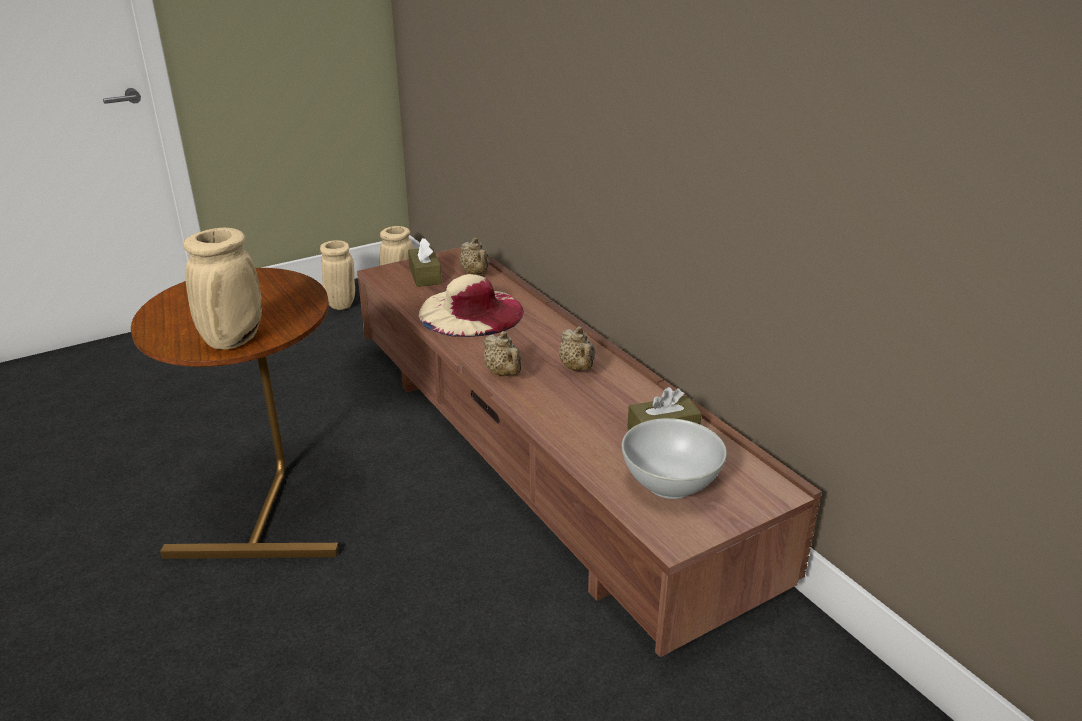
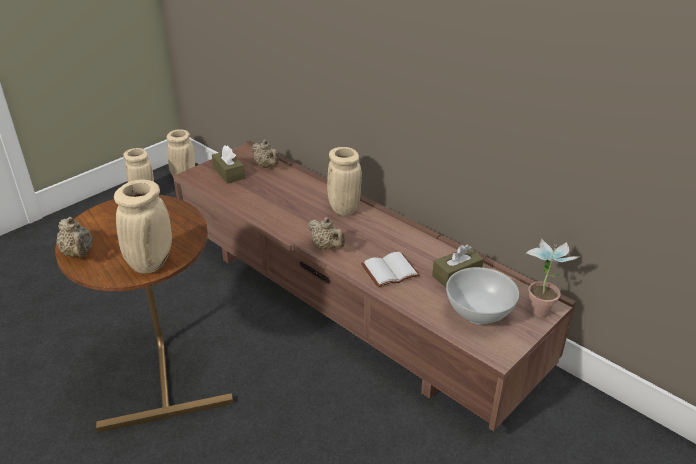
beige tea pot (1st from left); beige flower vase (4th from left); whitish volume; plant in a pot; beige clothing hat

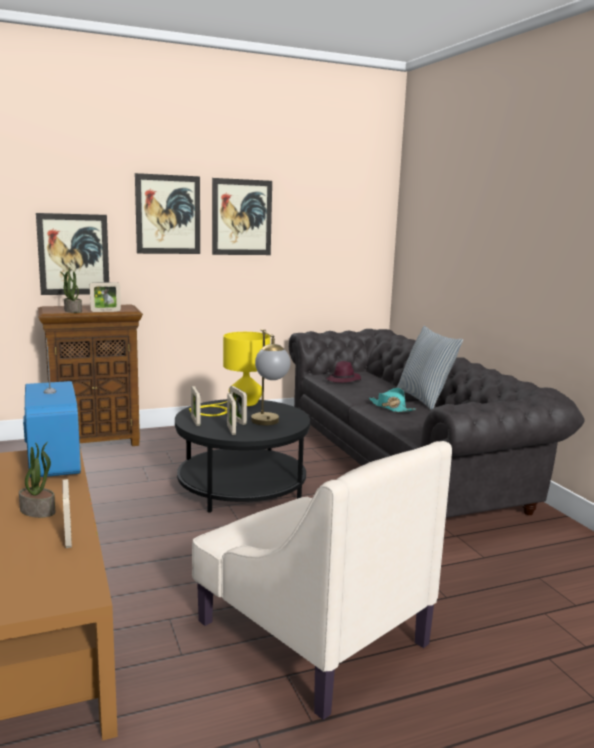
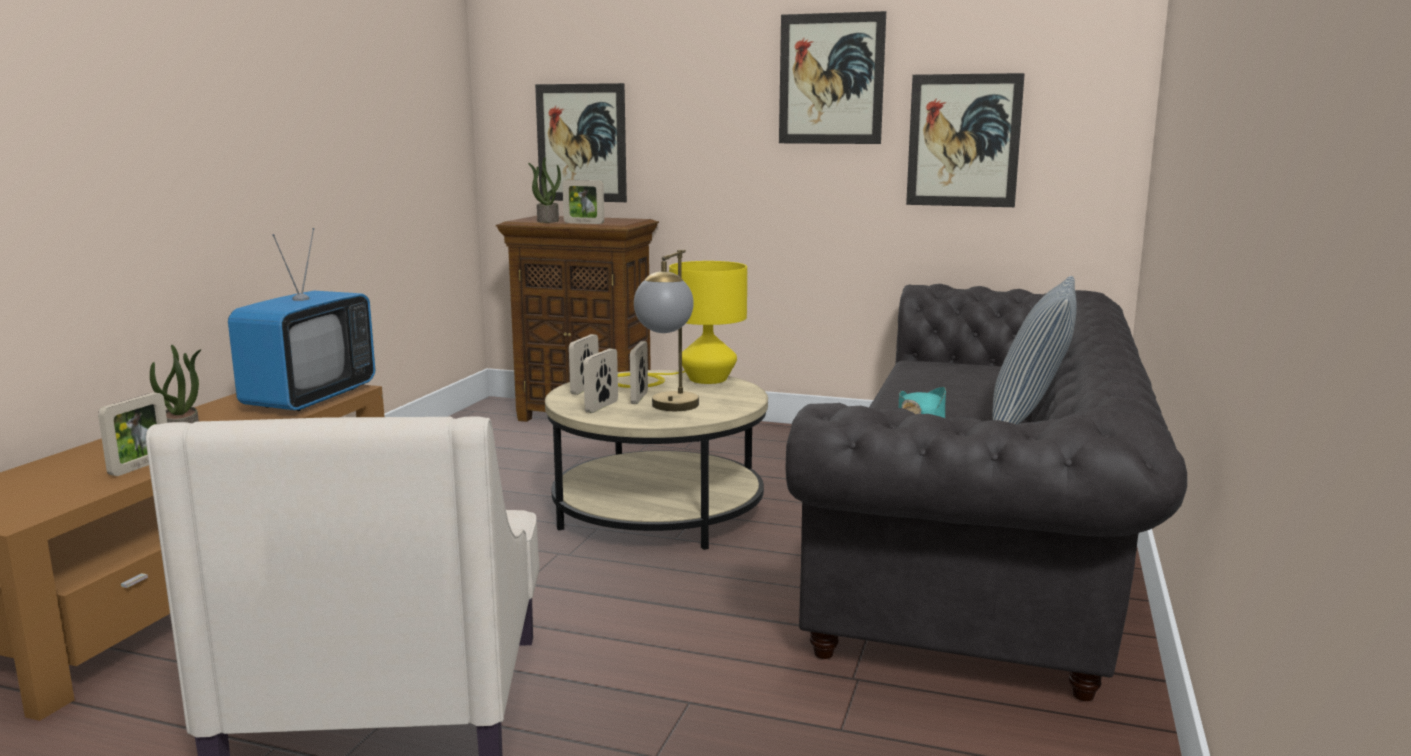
beige low table; wall art (3rd from left); purplish clothing hat

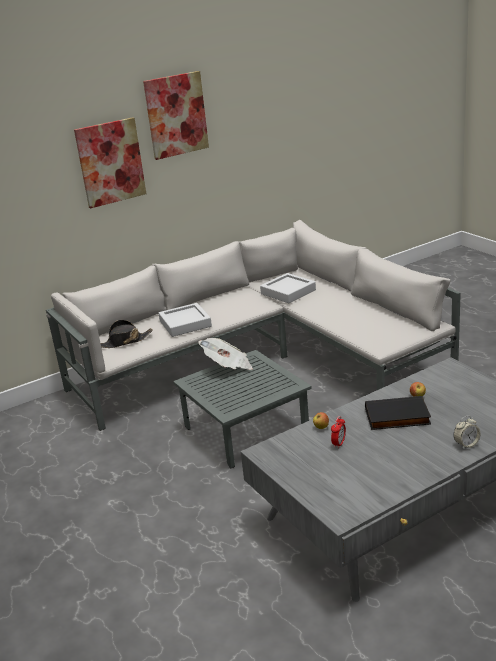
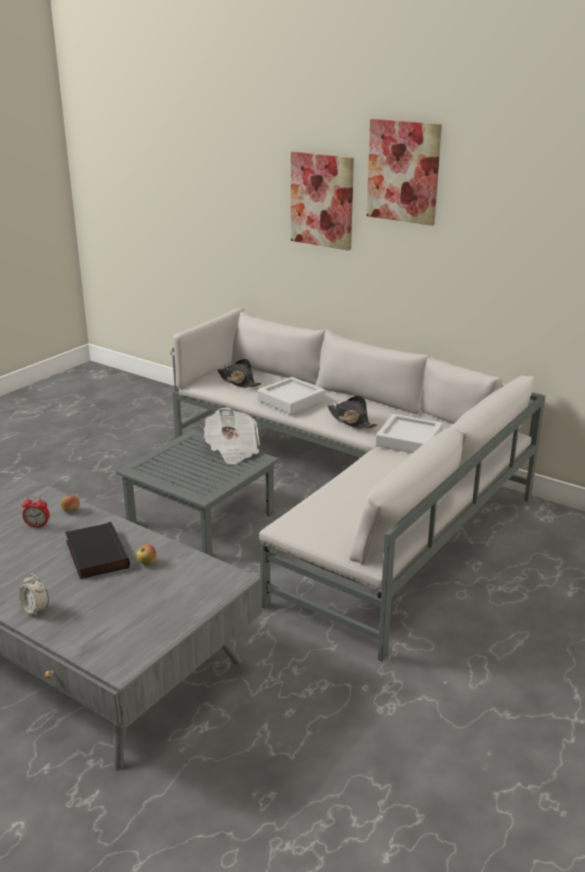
black clothing hat (2nd from left)

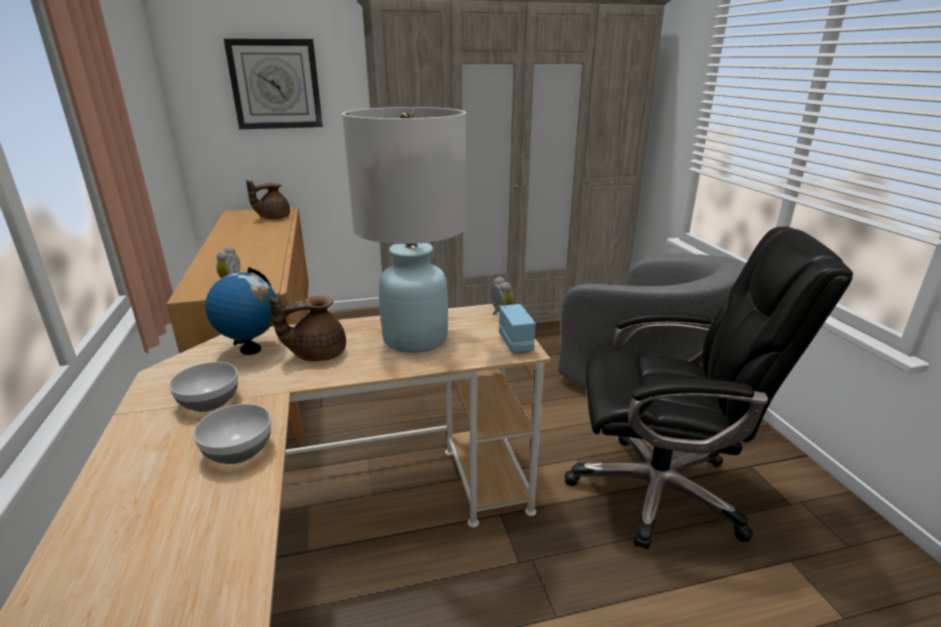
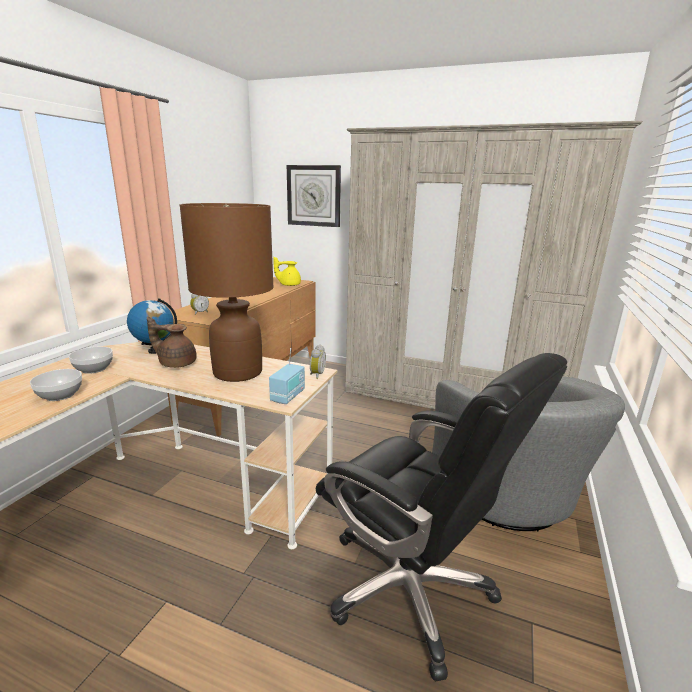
brown-coloured tabletop lamp; yellow-coloured tea pot

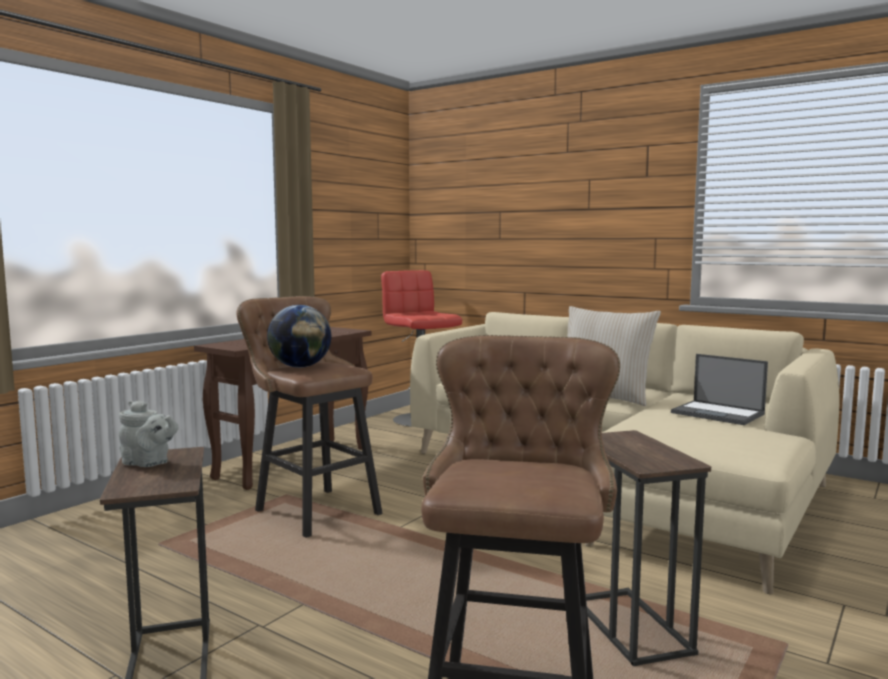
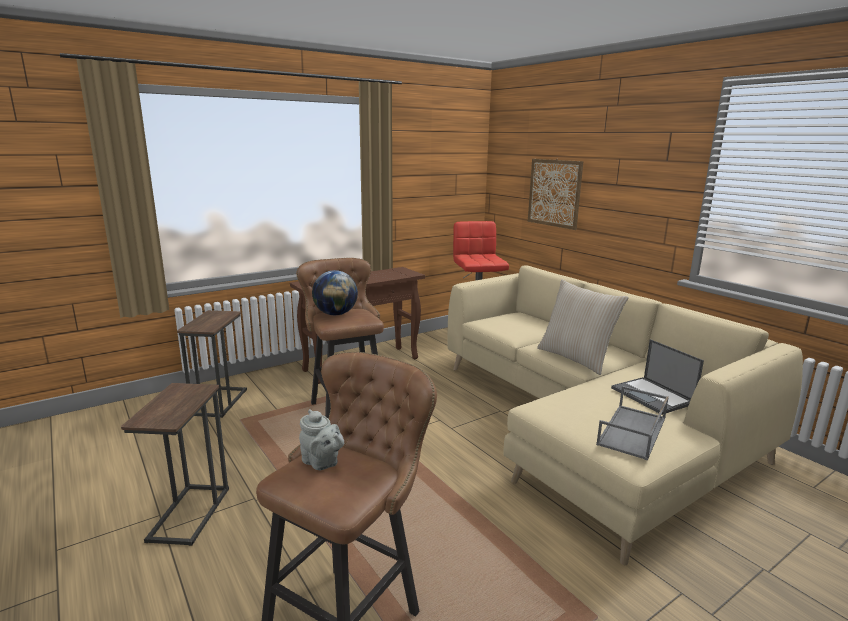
brown-coloured accent table (2nd from left); grey tea pot; wall art; grey serving tray

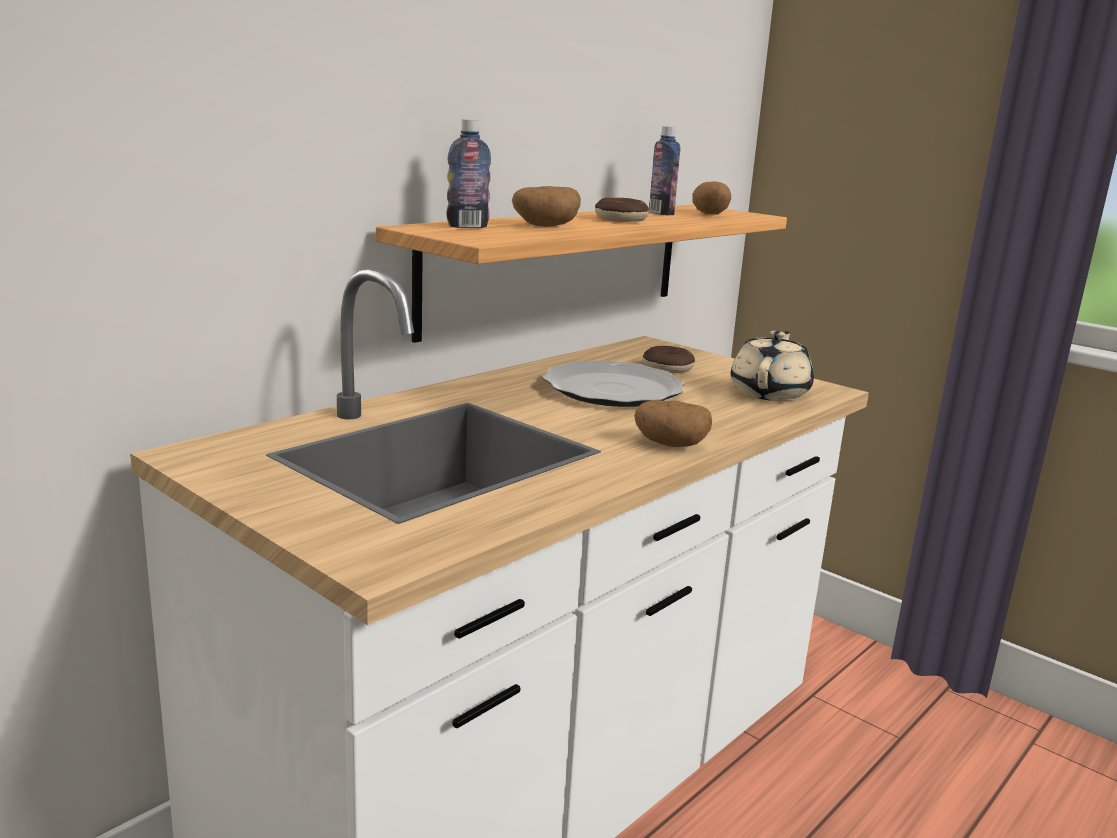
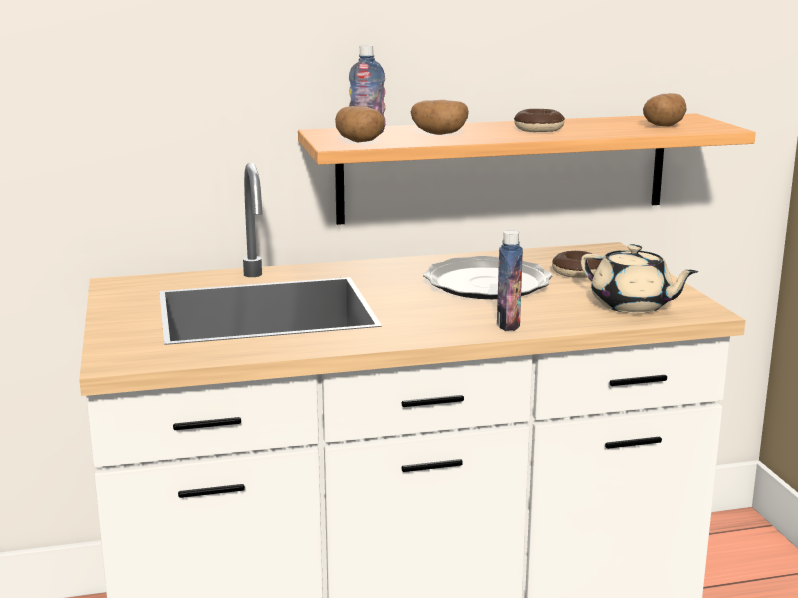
spud (1st from left); beverage bottle (2nd from left); beige tea pot

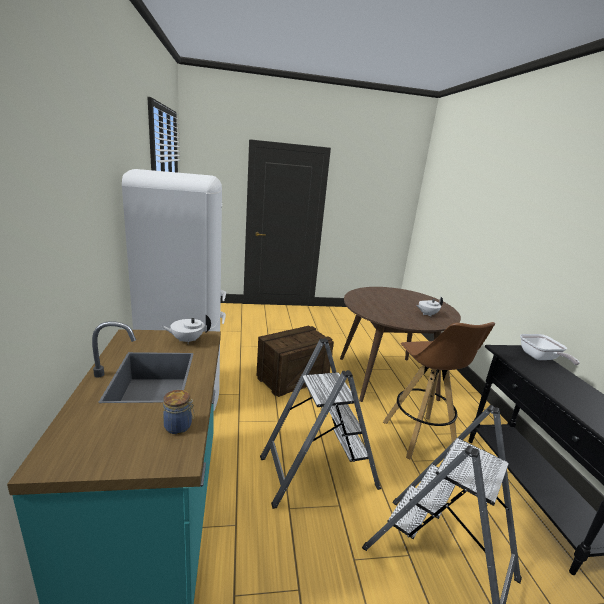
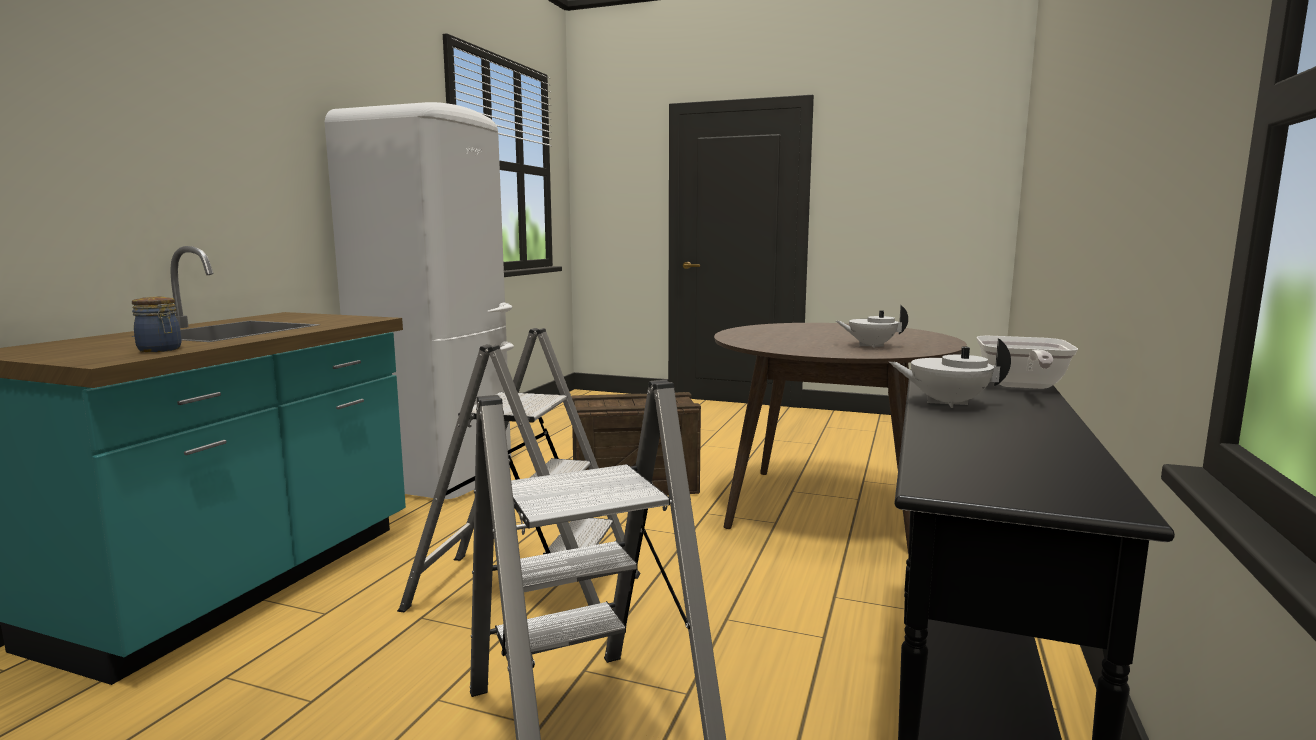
whitish tea pot (2nd from left); brown-coloured stool

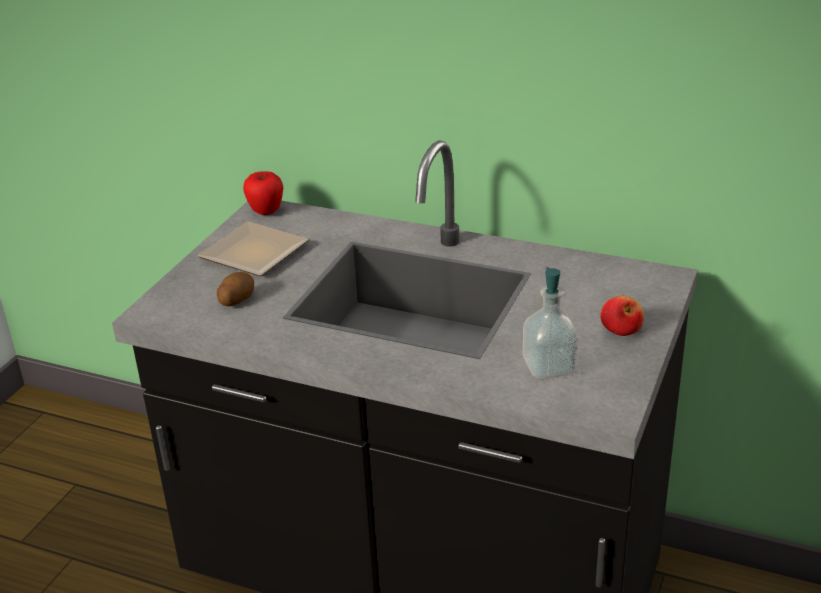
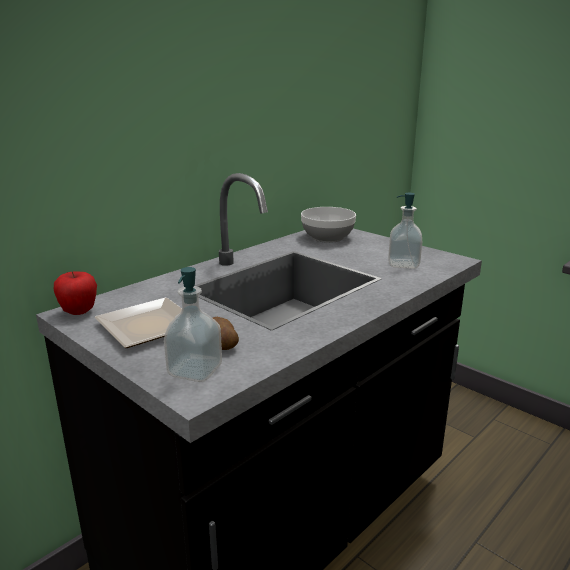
soap dispenser (1st from left); deep dish; apple fruit (2nd from left in the first image)

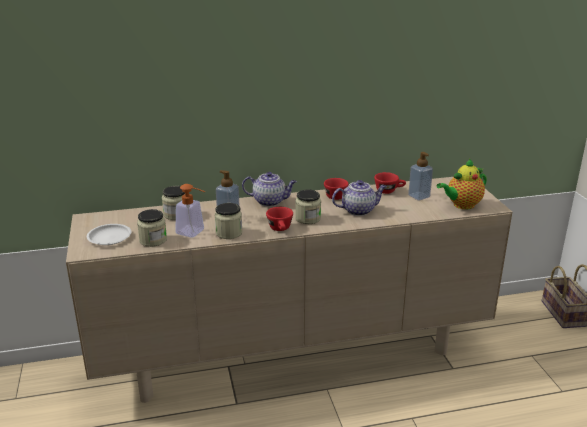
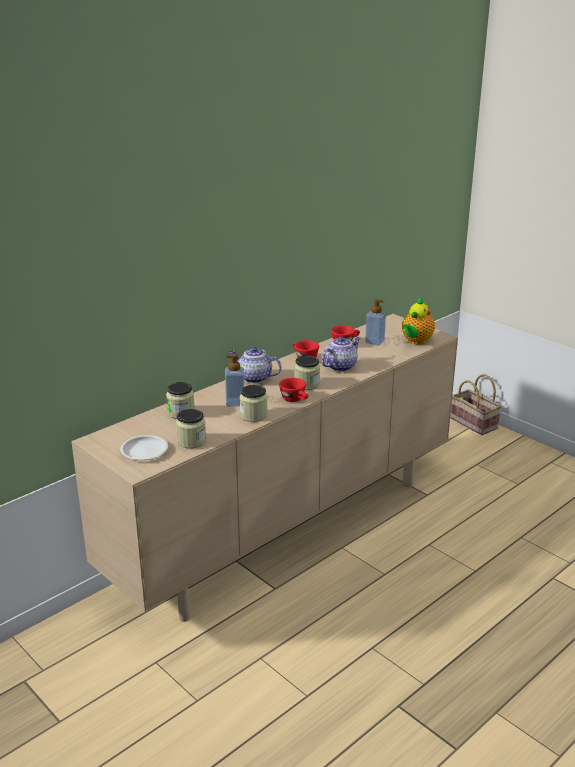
tea pot (1st from left); soap dispenser (1st from left in the first image)

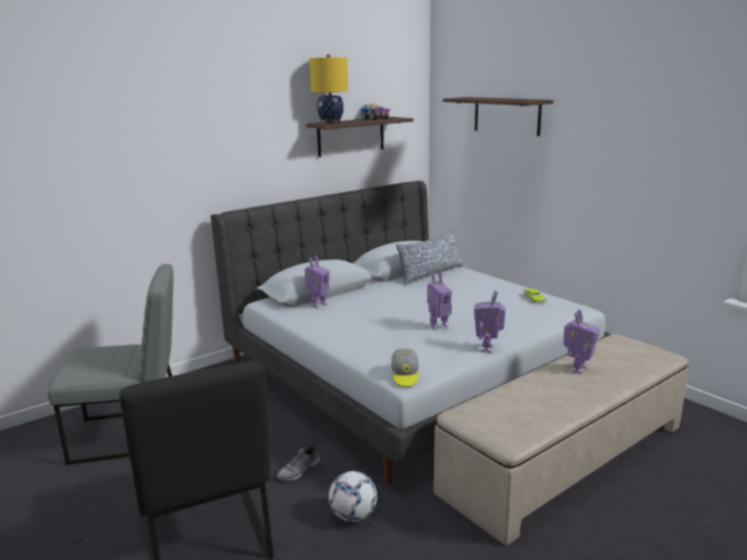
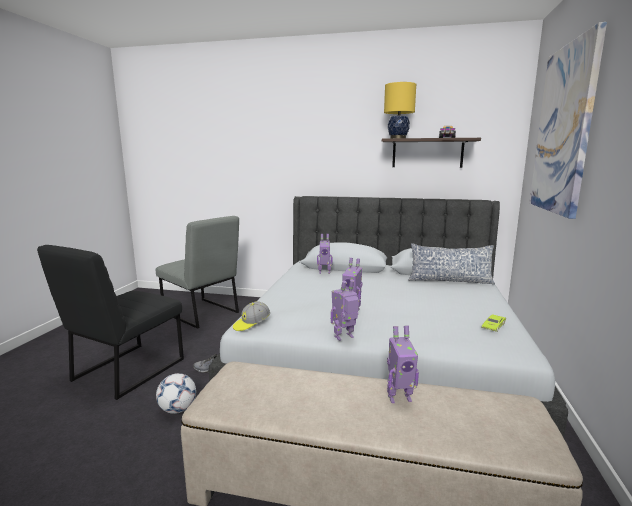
wall art

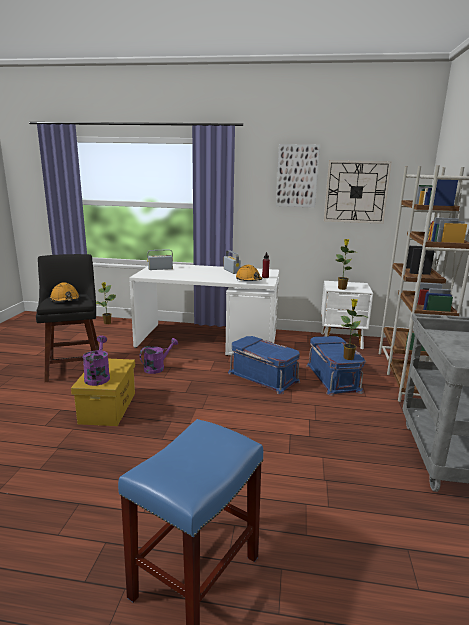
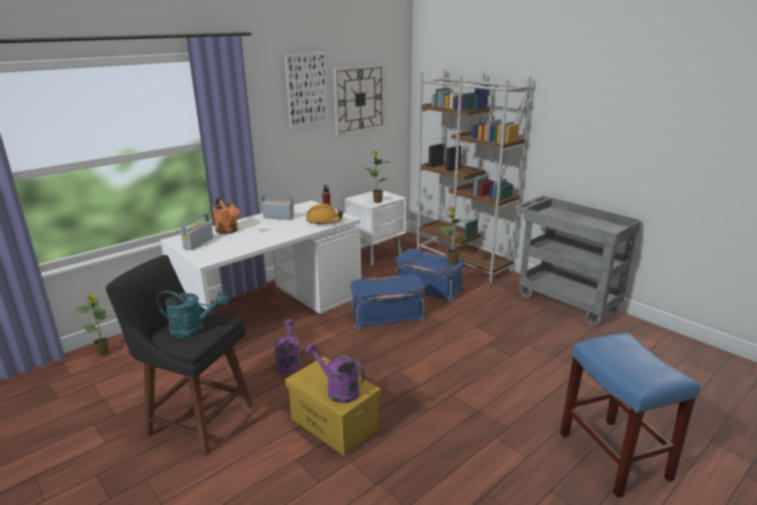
blue-green sprinkling can; orangey sprinkling can

